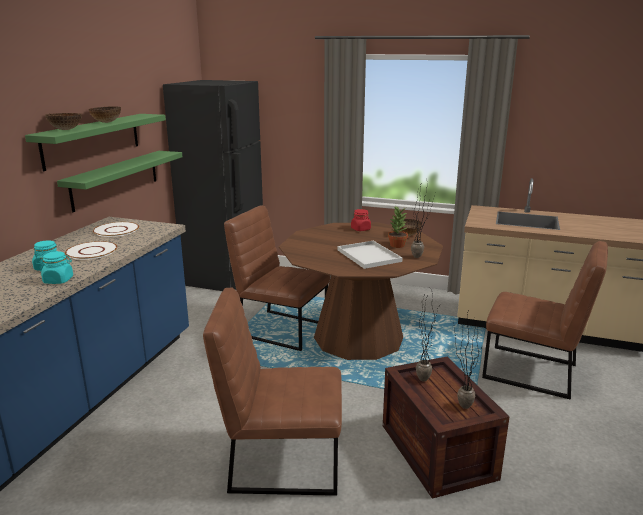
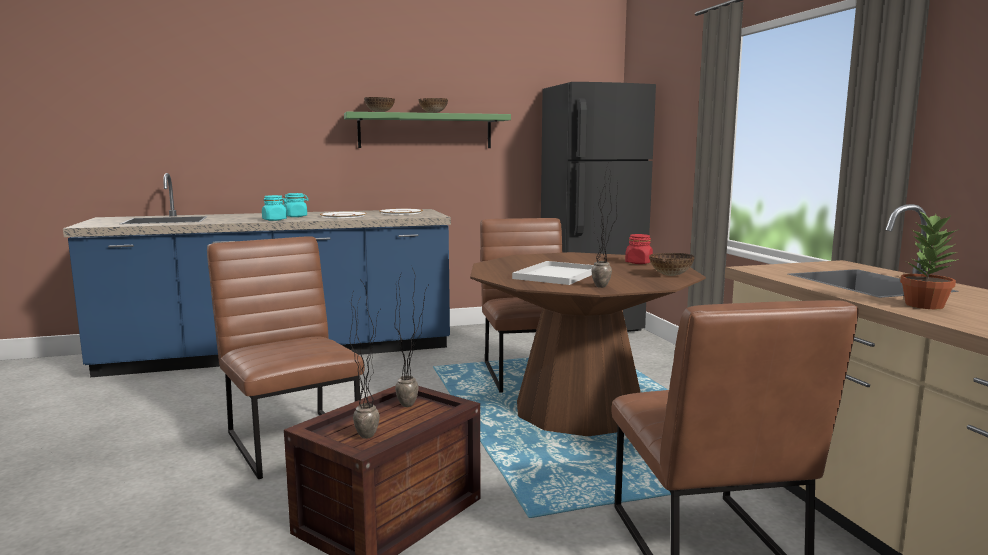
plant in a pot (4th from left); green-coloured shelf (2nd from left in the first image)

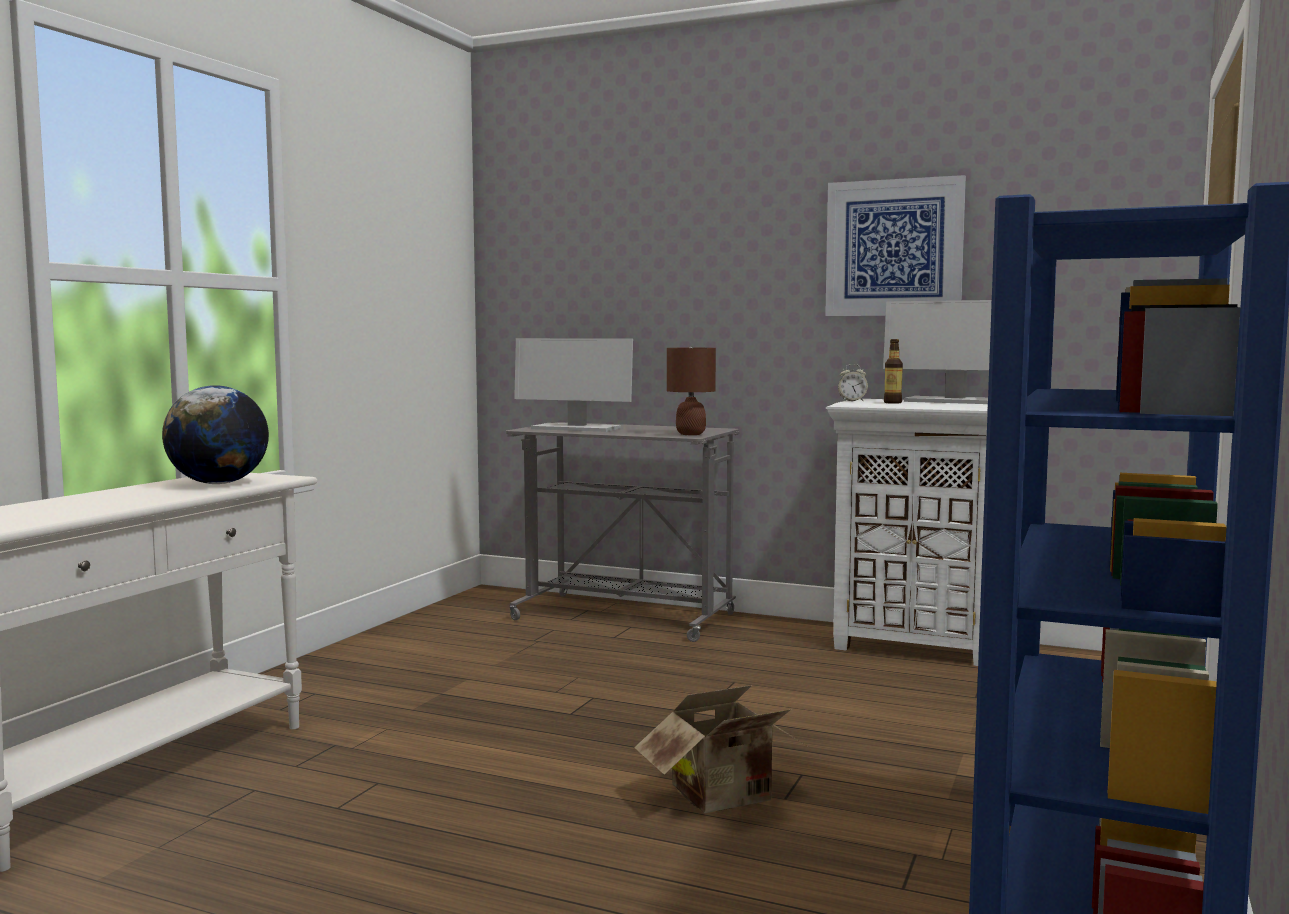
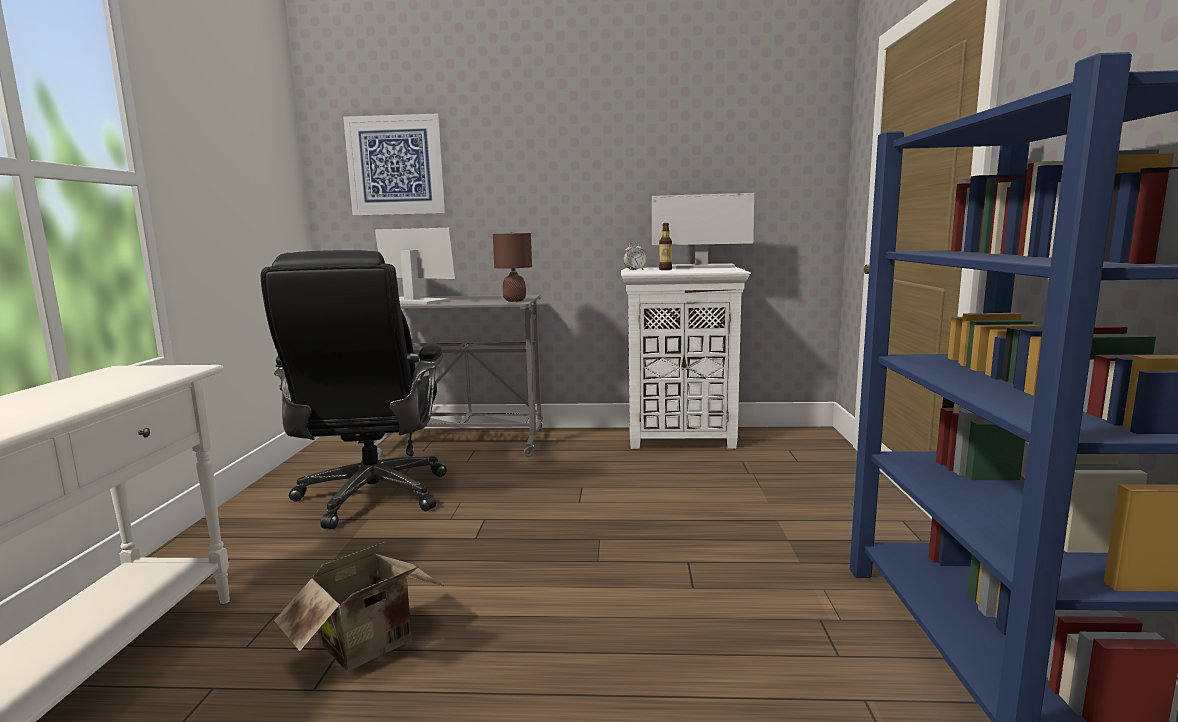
black office chair; carton; wall art; computer display (1st from left); globe

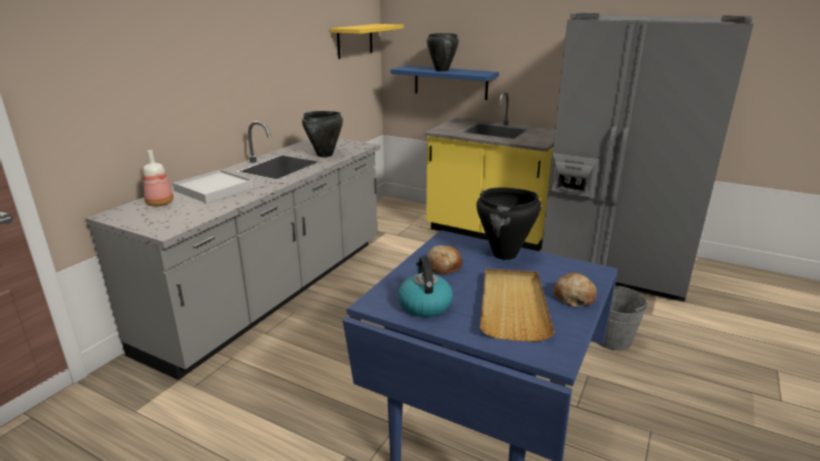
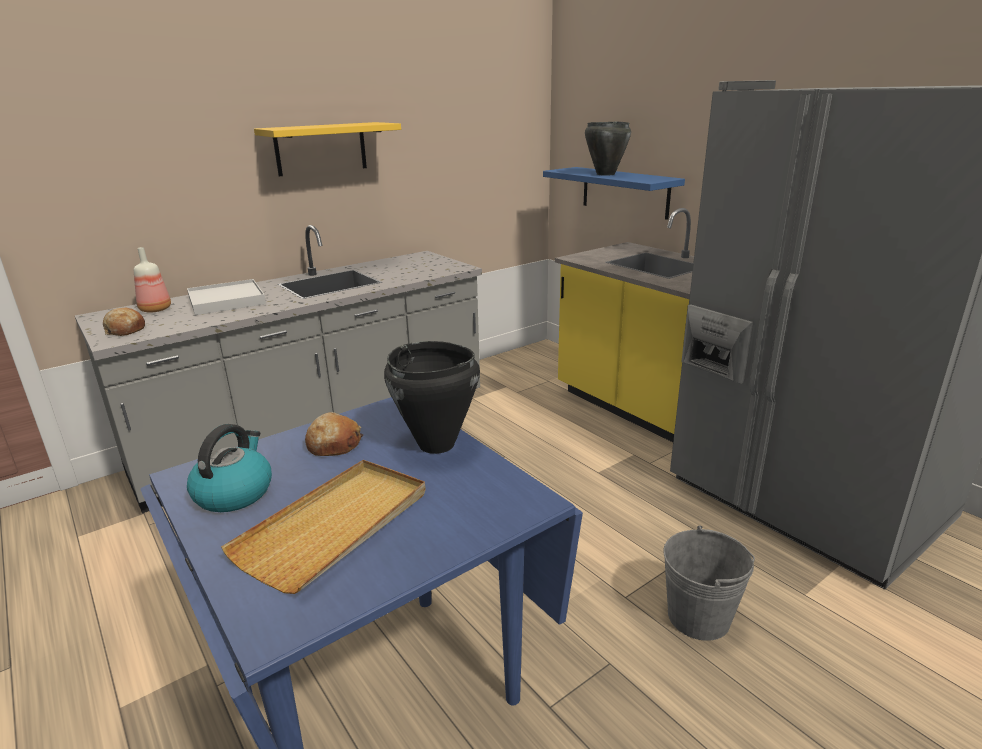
baked bread (1st from left); yellow-coloured shelf; black cooking pot (1st from left in the first image)

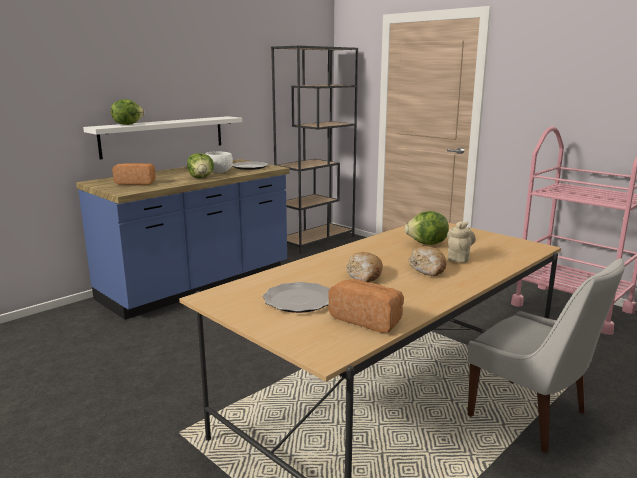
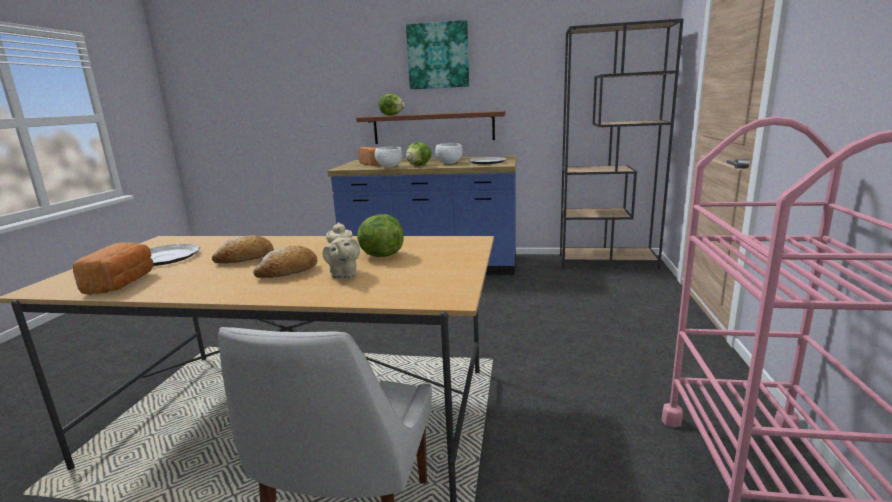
beige tea pot; brown-coloured shelf; whitish deep dish (1st from left); wall art

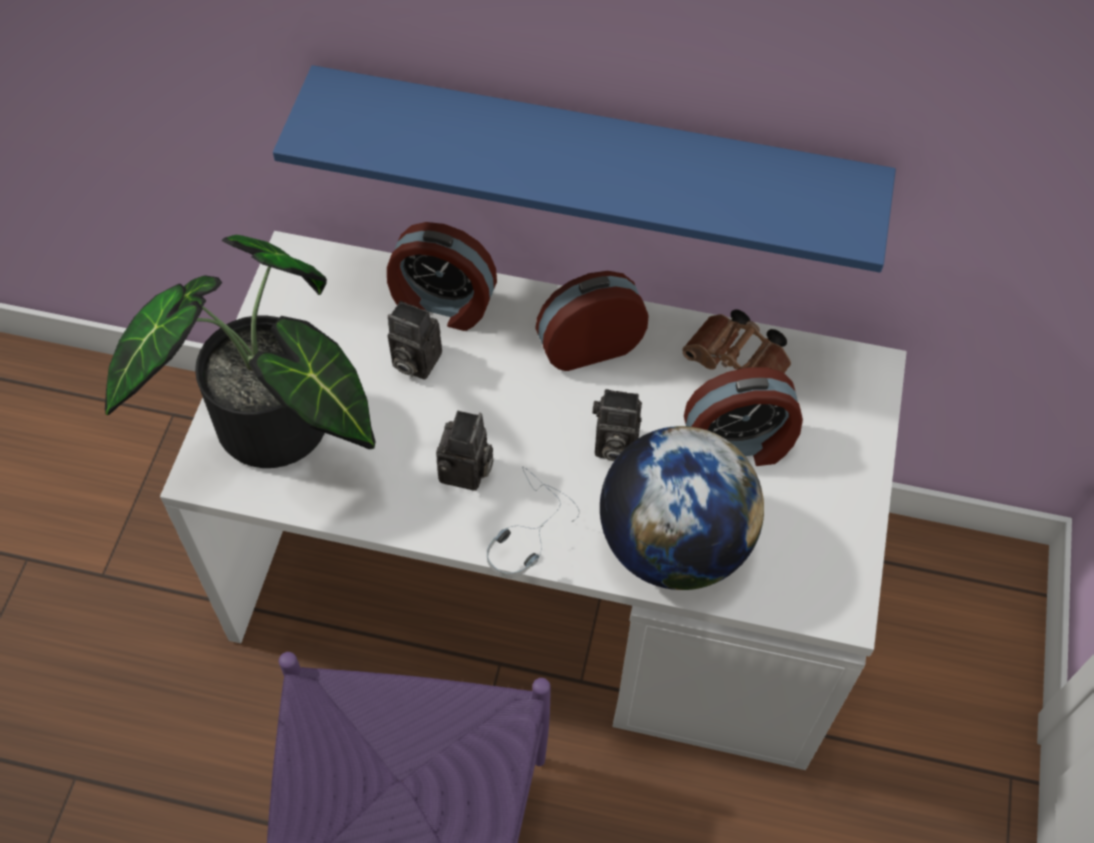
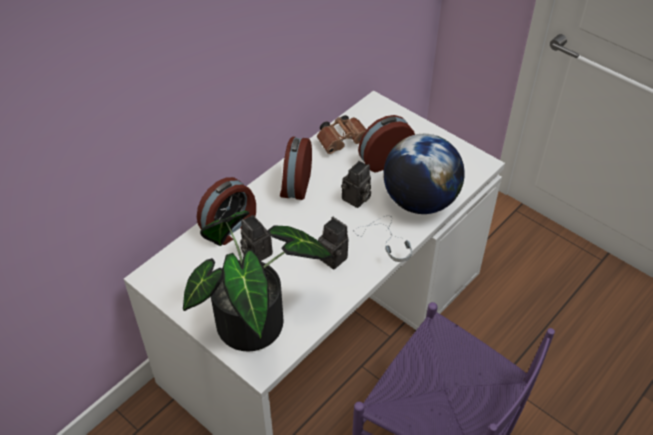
still camera (1st from left); bedside clock (3rd from left); blue shelf

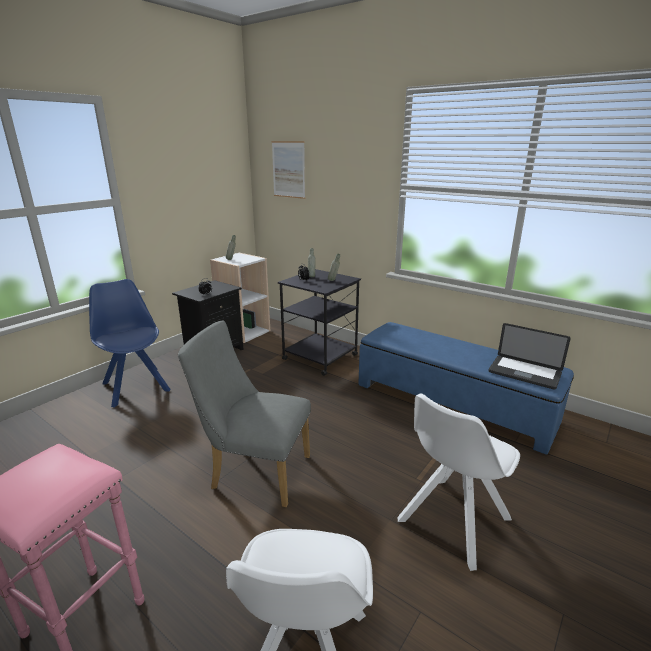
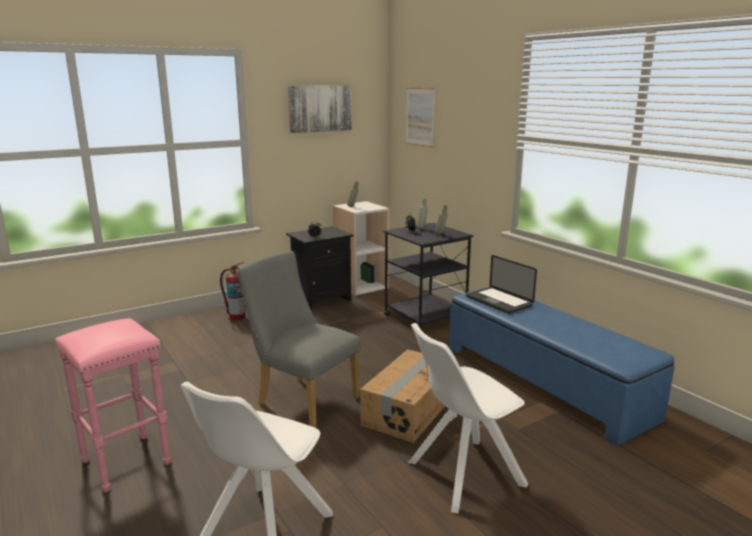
fire-fighting cylinder; wall art (1st from left); carton; notebook computer

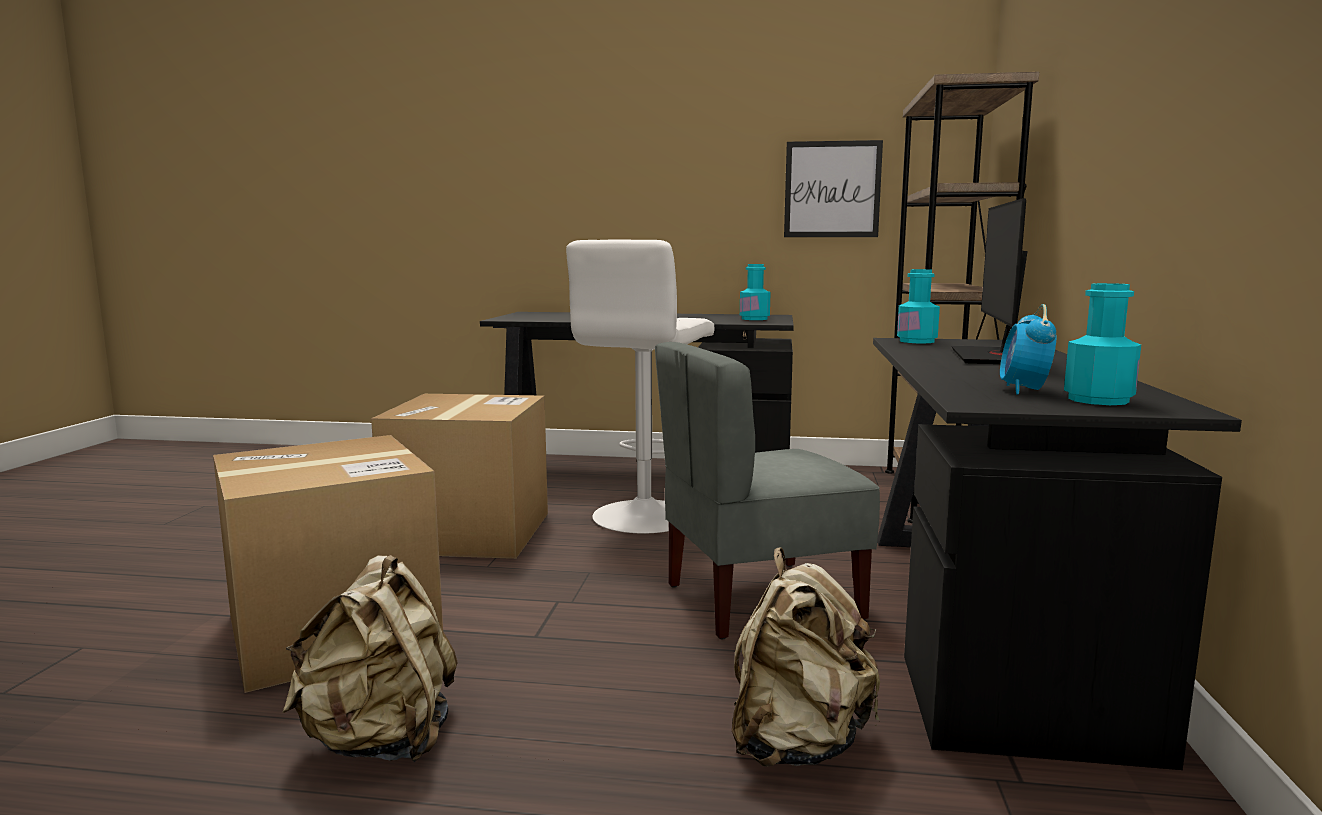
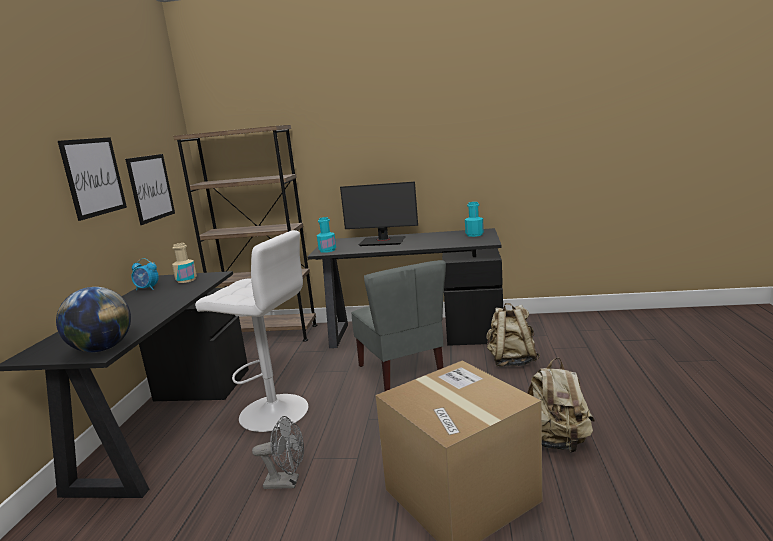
globe; wall art (1st from left); bedside clock; beige beverage bottle; grey fan

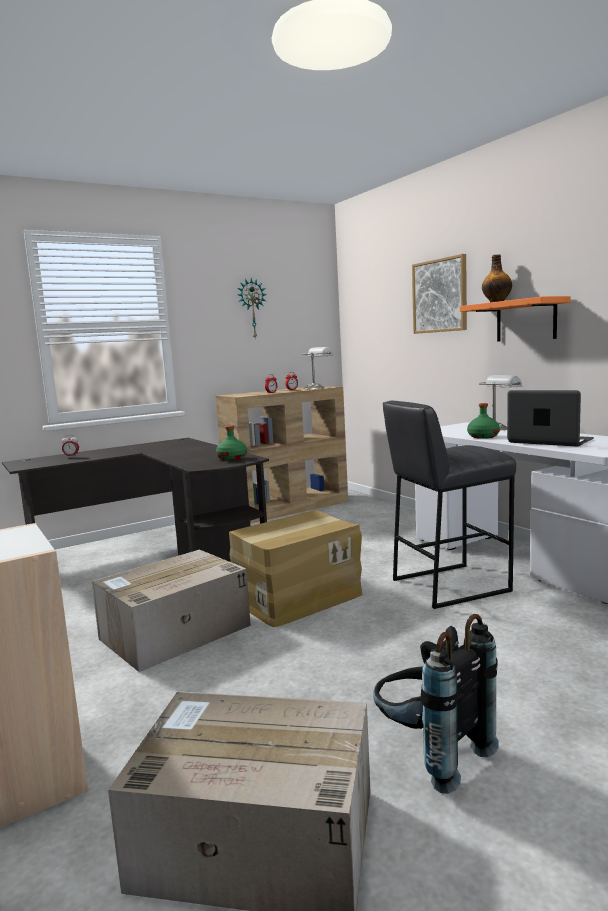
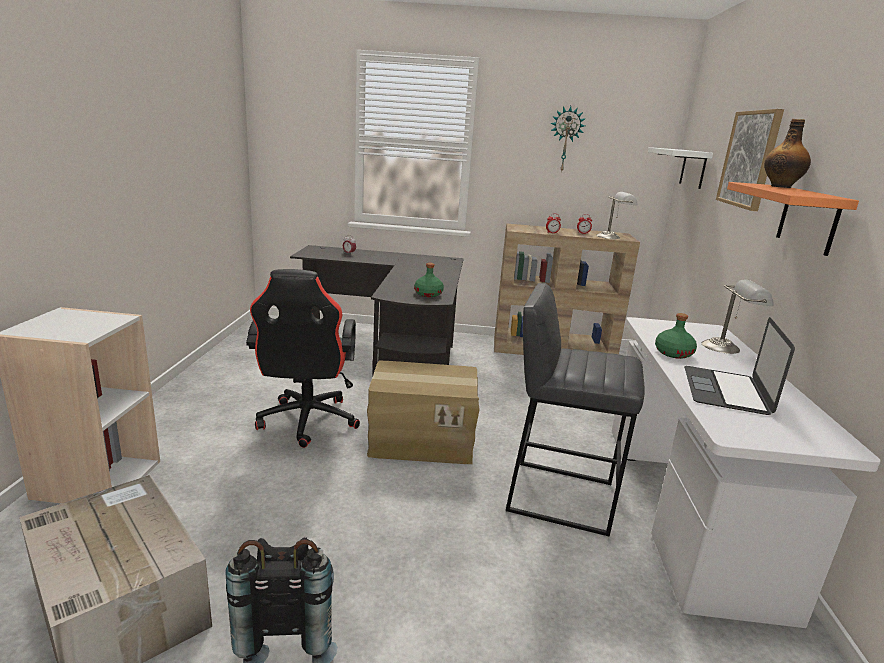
black office chair; whitish shelf; notebook computer

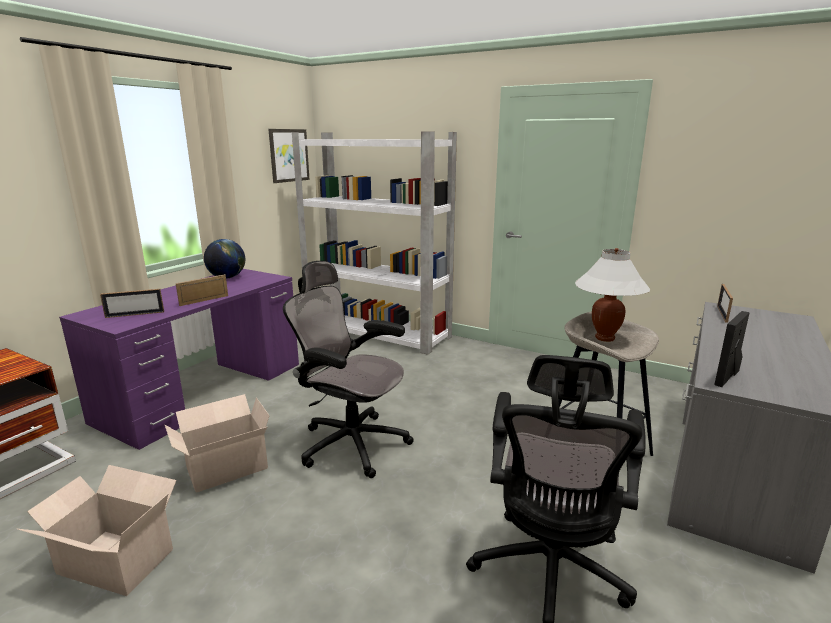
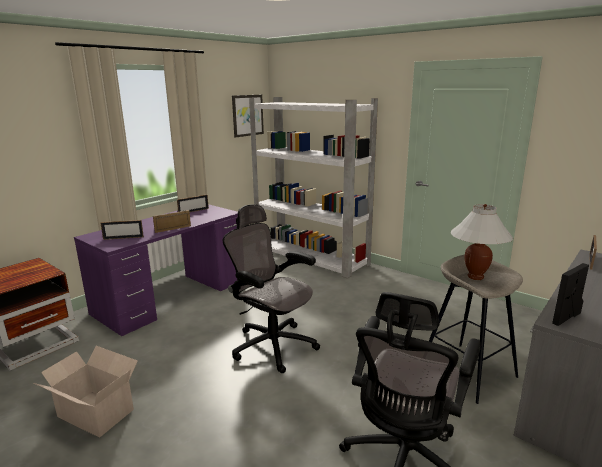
photo frame (3rd from left); carton (2nd from left in the first image)

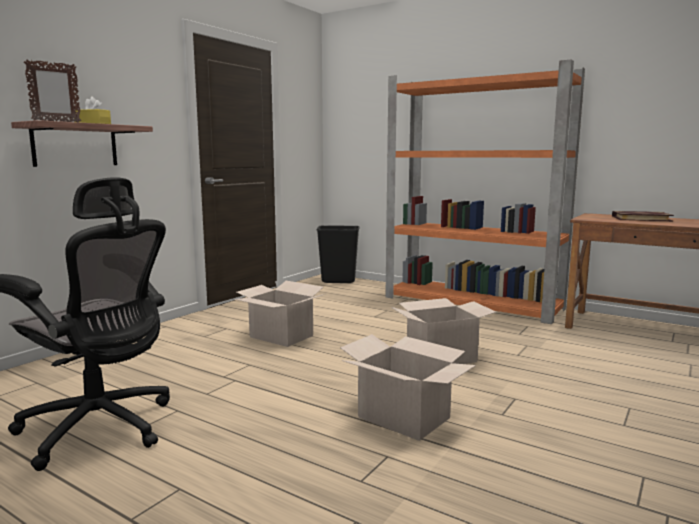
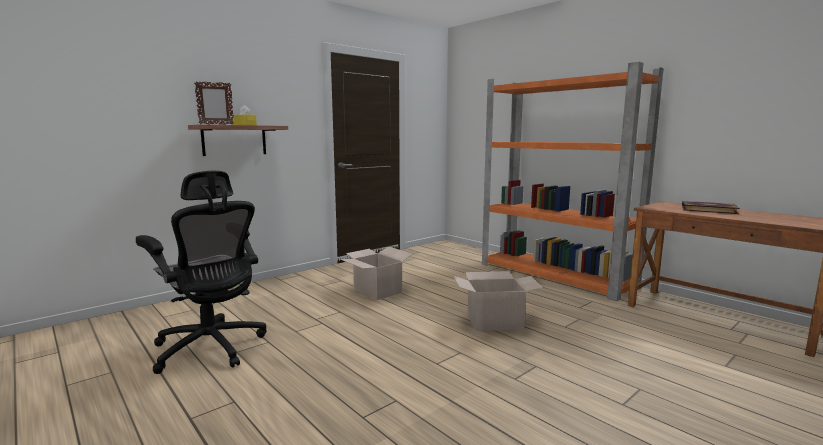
black waste bin; carton (2nd from left in the first image)

